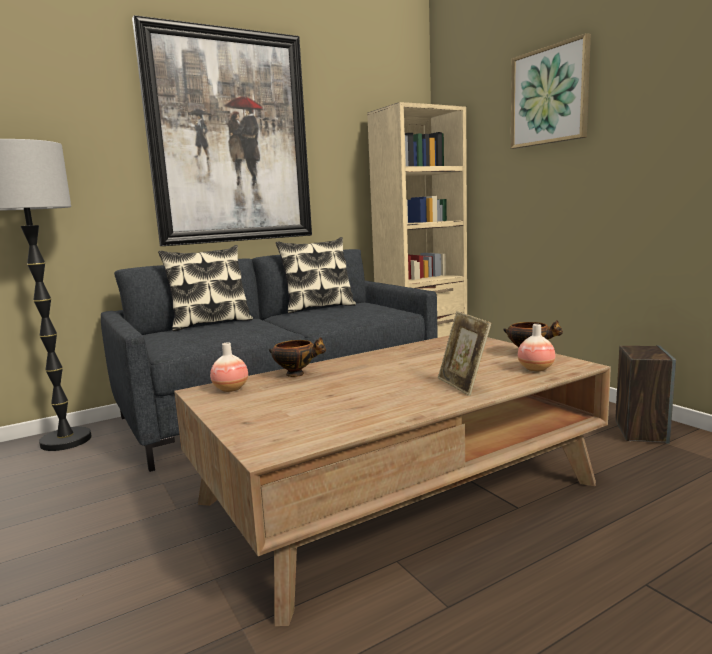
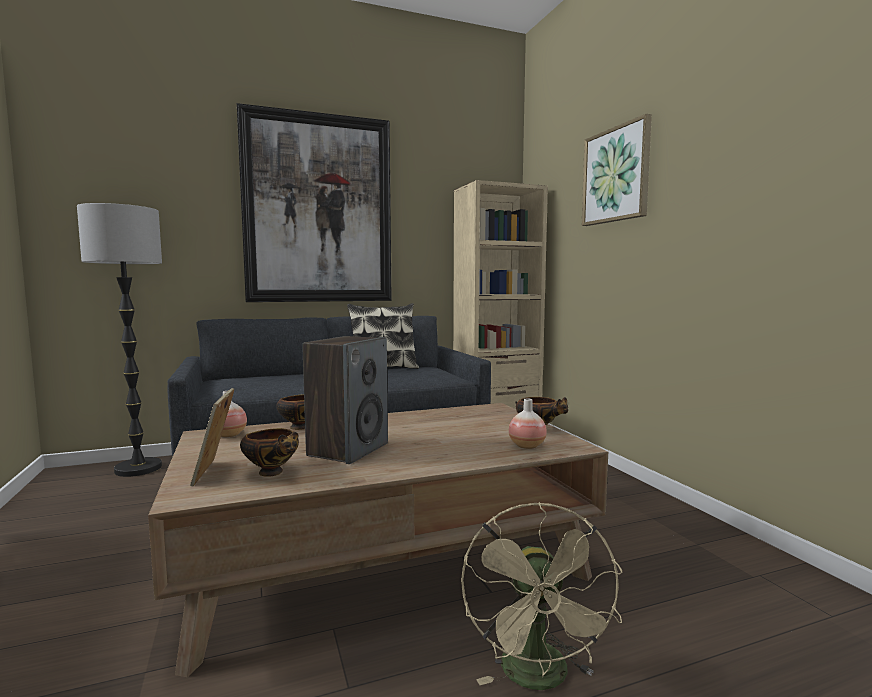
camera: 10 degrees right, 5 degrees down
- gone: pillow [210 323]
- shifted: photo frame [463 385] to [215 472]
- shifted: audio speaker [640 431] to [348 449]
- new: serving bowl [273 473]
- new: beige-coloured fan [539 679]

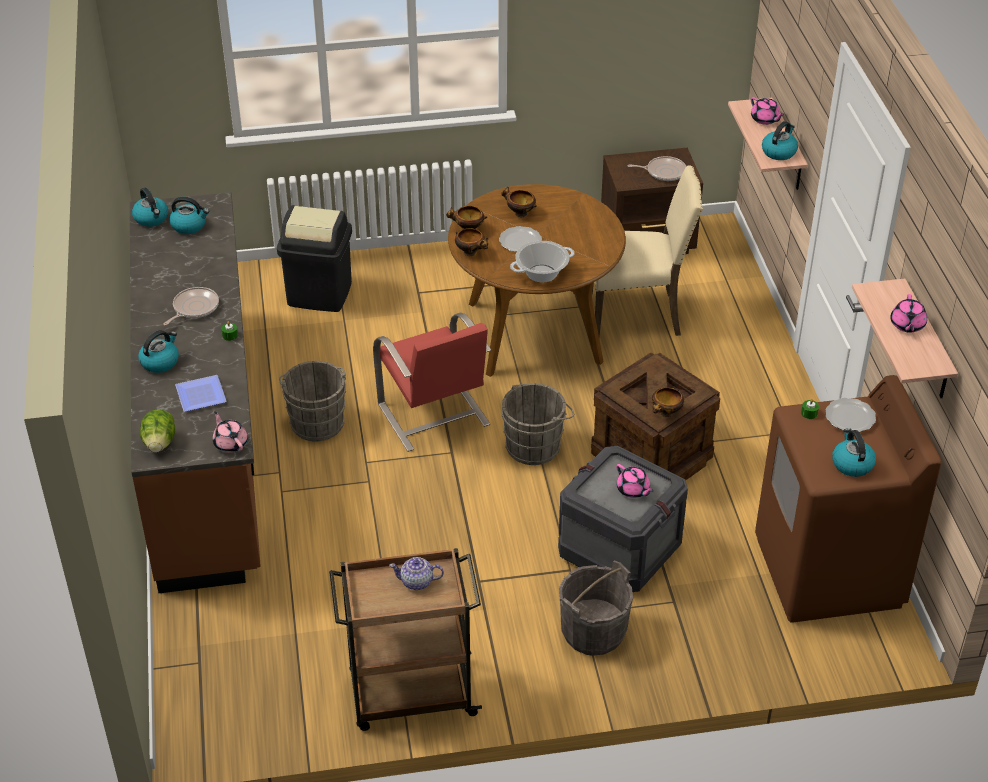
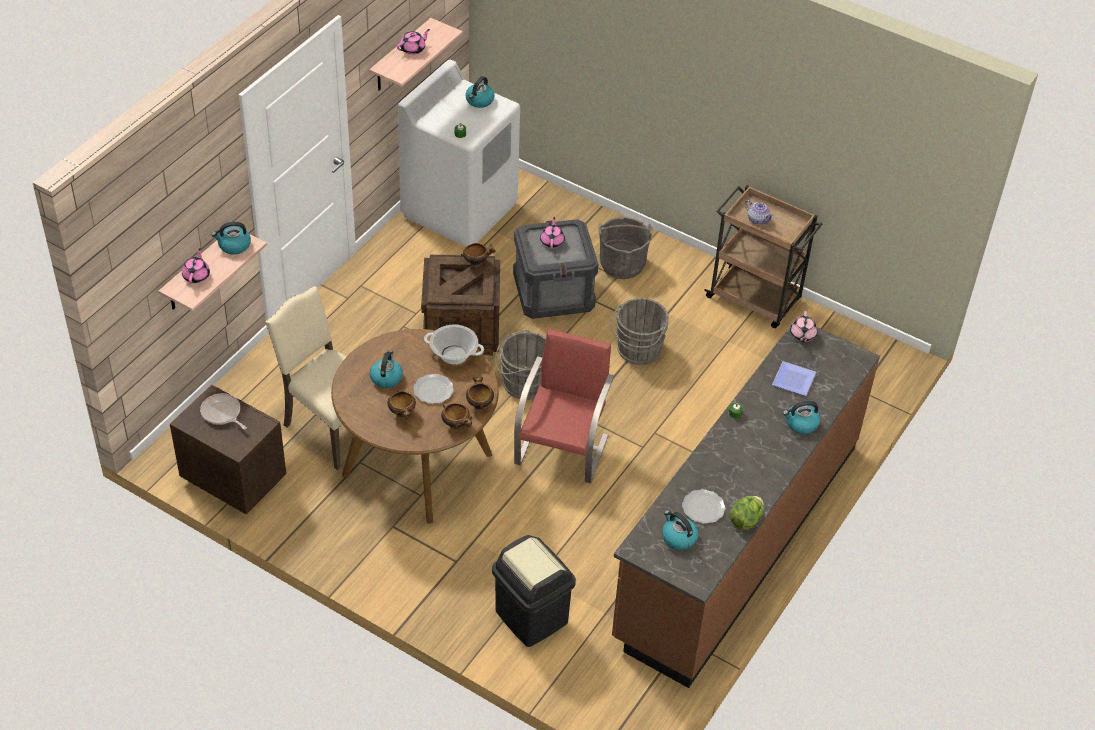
camera: 140 degrees left, 5 degrees up
- shifted: kettle [151 218] to [386 377]
- shifted: lettuce head [159 443] to [745 520]
- gone: frying pan [194 308]
- shifted: gray pail [317 421] to [637 351]
- repainted: brown-coloured laundry appliance [828 572] to whitish laundry appliance [460 209]
- shifted: dinner plate [851 417] to [703 507]

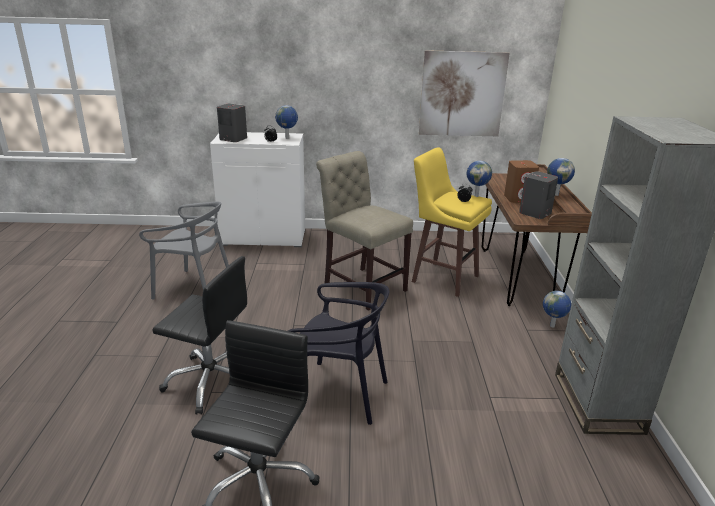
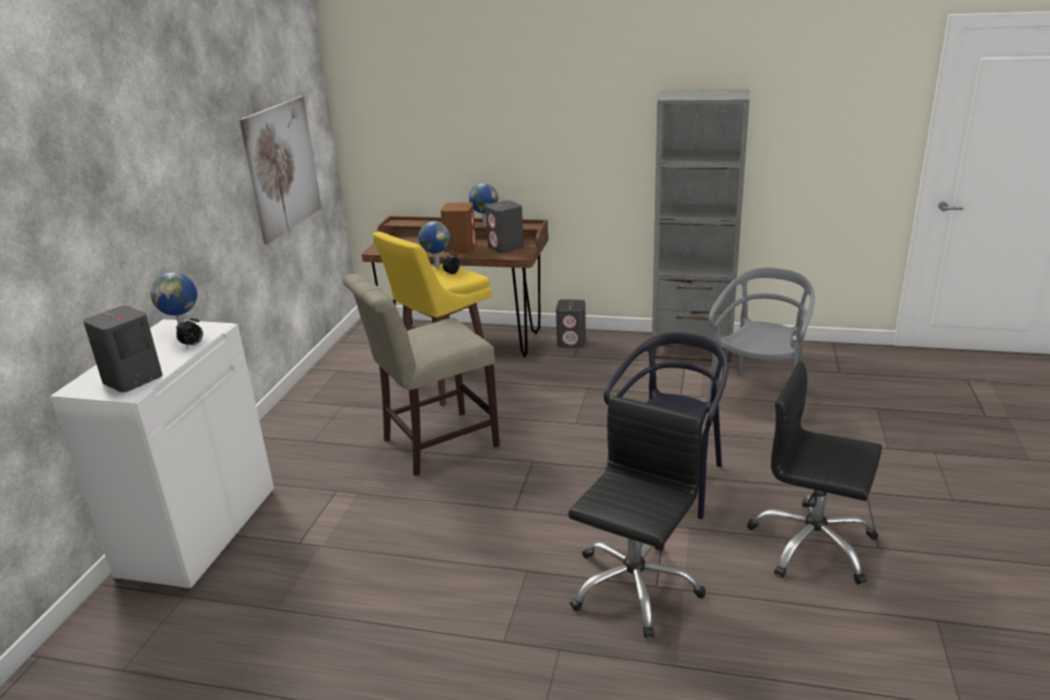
camera: 75 degrees left, 0 degrees up
- shifted: gray plain chair [194 288] to [758 396]
- swapped: world globe [552 326] to gray audio speaker [572 342]

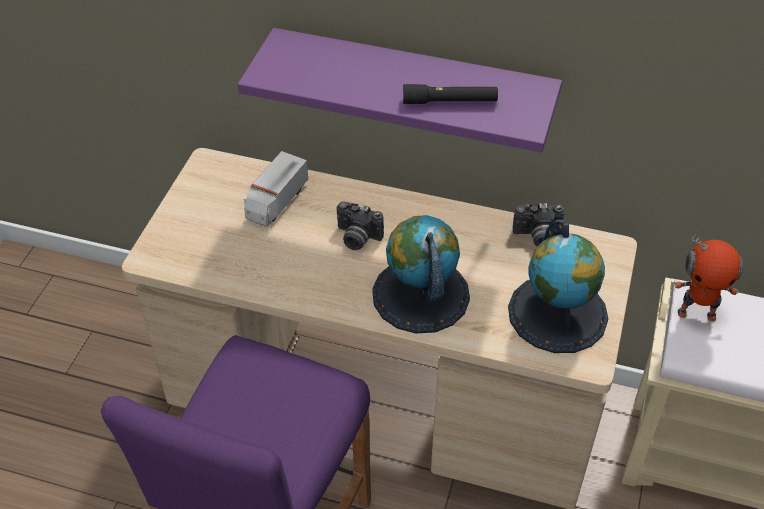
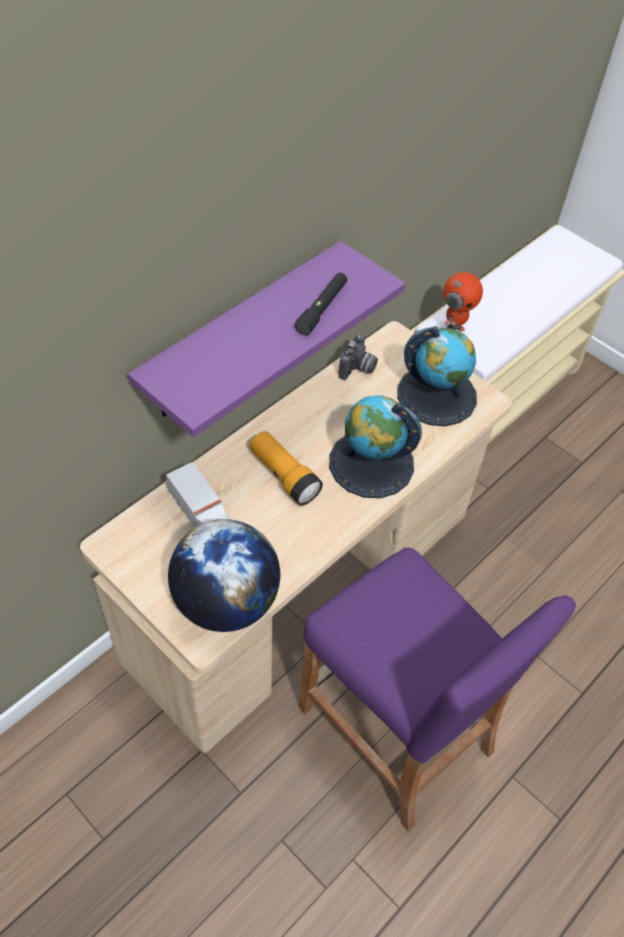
camera: 65 degrees left, 5 degrees up
- swapped: photo camera [356 238] to hand torch [284 476]
- new: world globe [226 602]

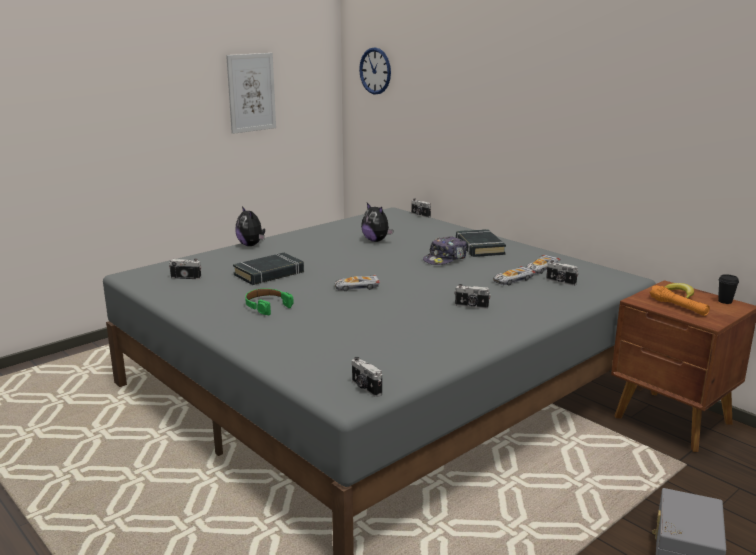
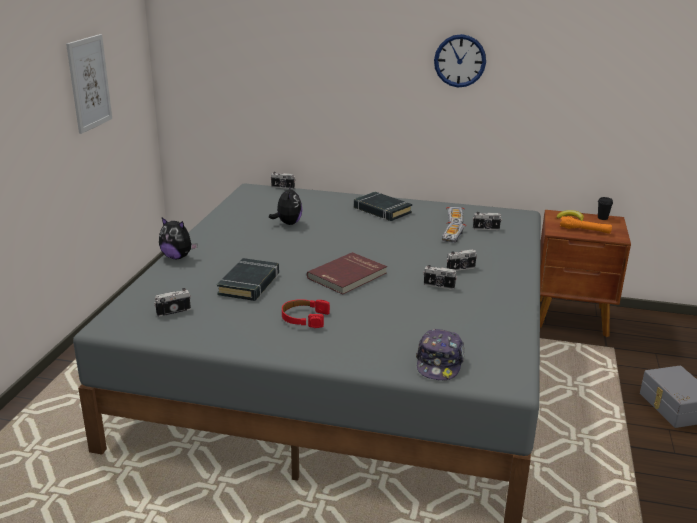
camera: 35 degrees left, 5 degrees up
- repainted: green pair of headphones [267 306] to red pair of headphones [304 318]
- swapped: model car [356 287] to red bound book [348 276]
- shifted: photo camera [365 388] to [439 286]
- shifted: clock on the wall [375 71] to [460 61]
- rotated: cuddly toy [376 240] = [288 223] 105 degrees counterclockwise
- shifted: cap [445 259] to [439 363]

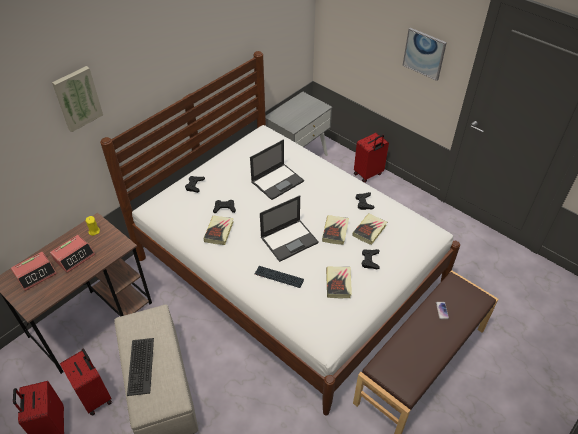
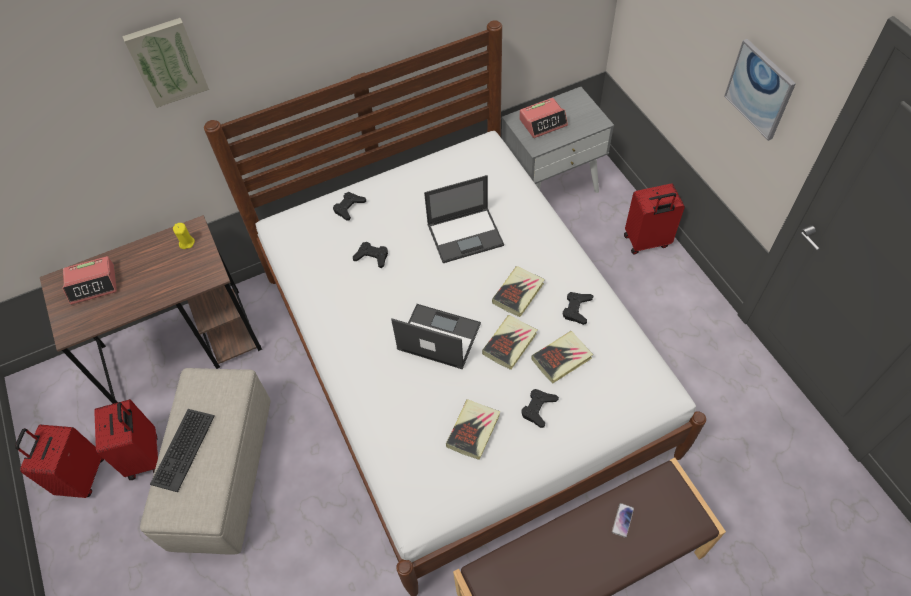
camera: 25 degrees right, 10 degrees up
- shifted: alarm clock [74 256] to [543 122]
- shifted: bound book [219 231] to [518 293]
- gone: computer keyboard [279 277]
- rotated: laptop [289 240] = [438 336] 150 degrees counterclockwise

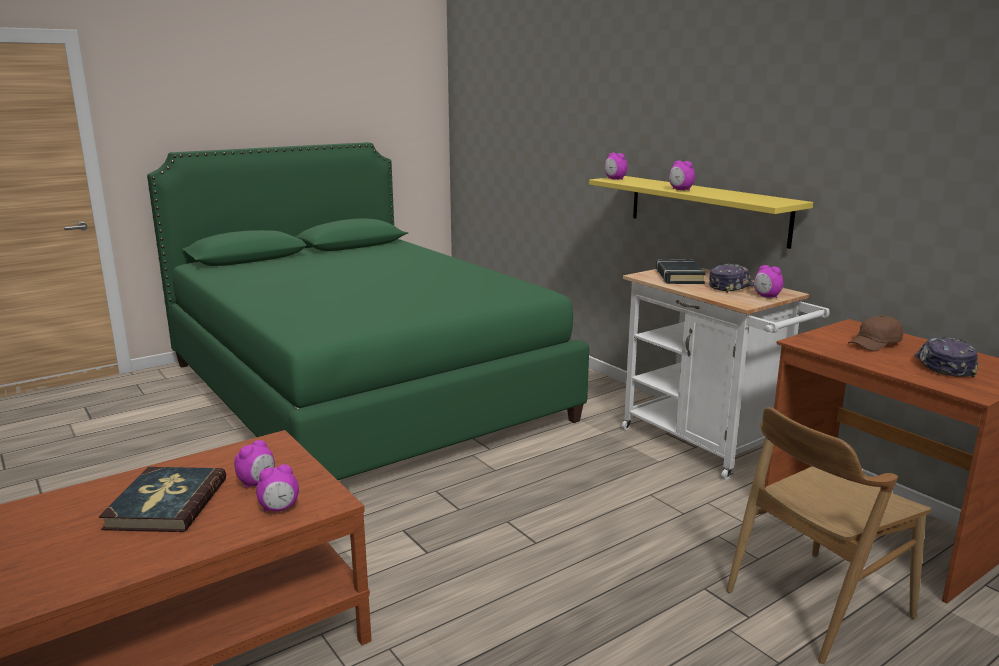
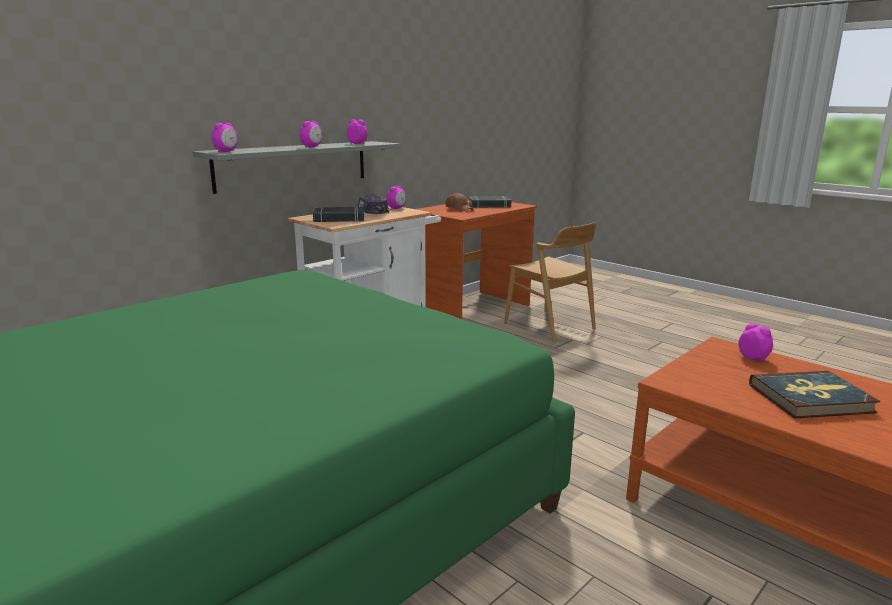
camera: 100 degrees left, 0 degrees up
- shifted: alarm clock [257 483] to [357 143]
- repainted: yellowish bracket shelf [706 209] to gray bracket shelf [293 165]
- swapped: cap [943 366] to blackish bound book [489 205]

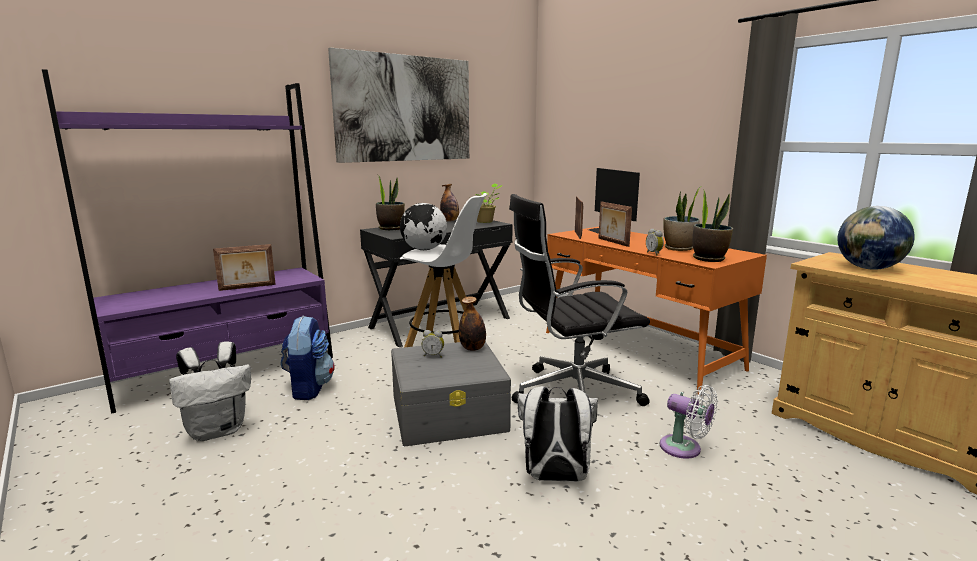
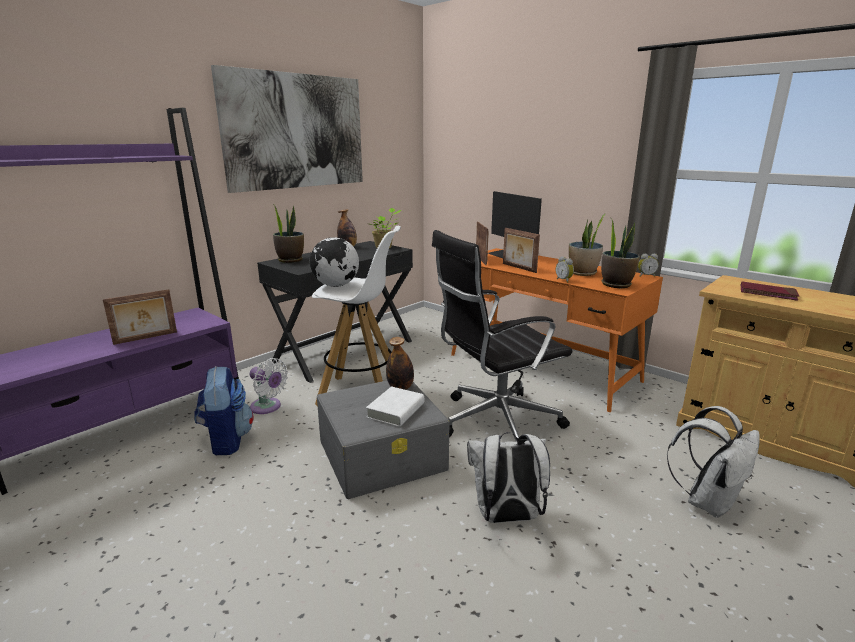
camera: 10 degrees left, 5 degrees up
- shifted: whitish rucksack [218 430] to [708 501]
- shifted: alarm clock [433 355] to [646 276]
- shifted: whitish fan [684 449] to [268 407]
- swapped: world globe [869 268] to red bound book [767 293]
- new: whitish bound book [396 411]

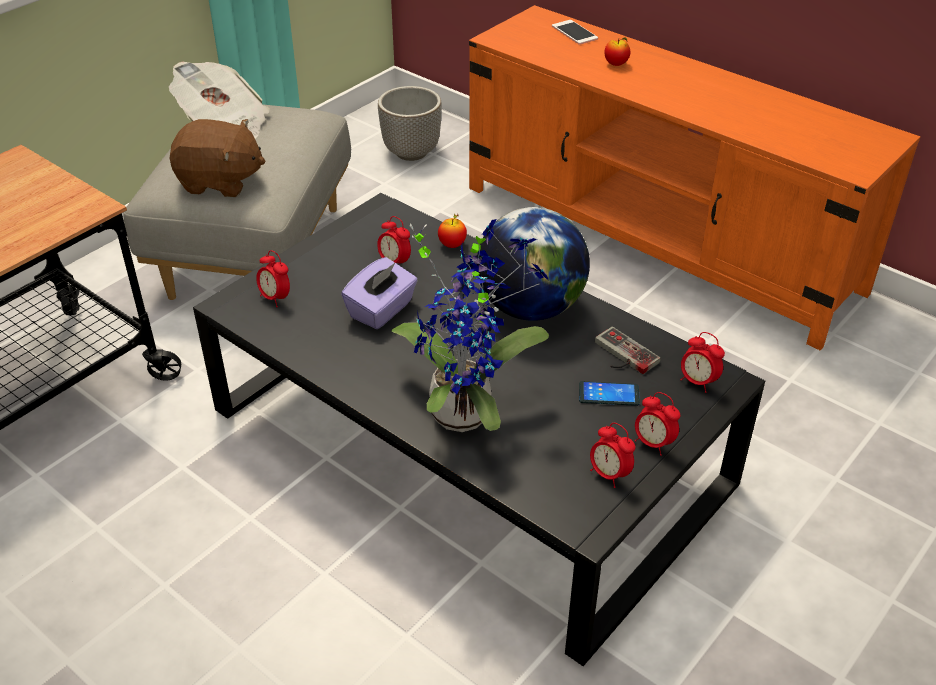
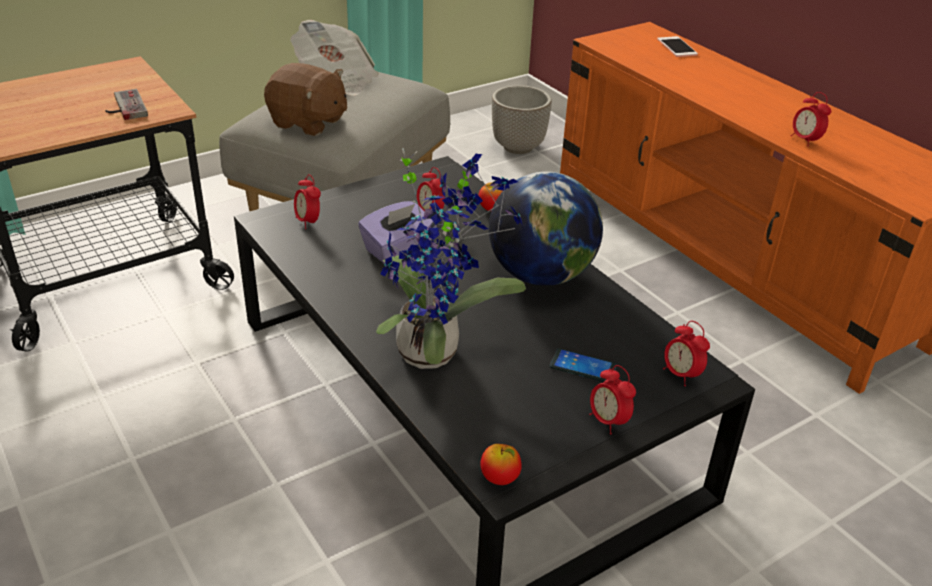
camera: 15 degrees right, 5 degrees down
- shifted: alarm clock [609 474] to [805 140]
- shifted: joypad [621 355] to [124 107]
- shifted: apple [616 64] to [500 479]

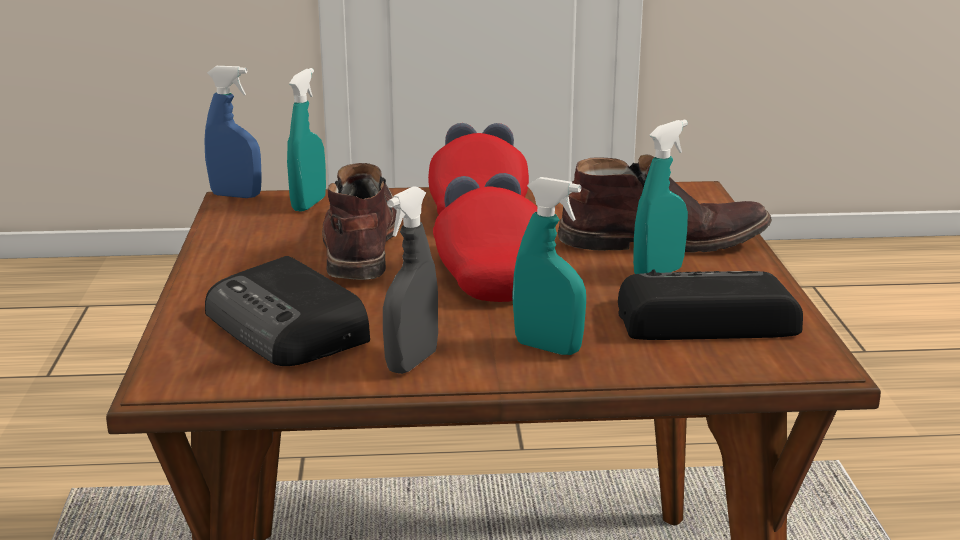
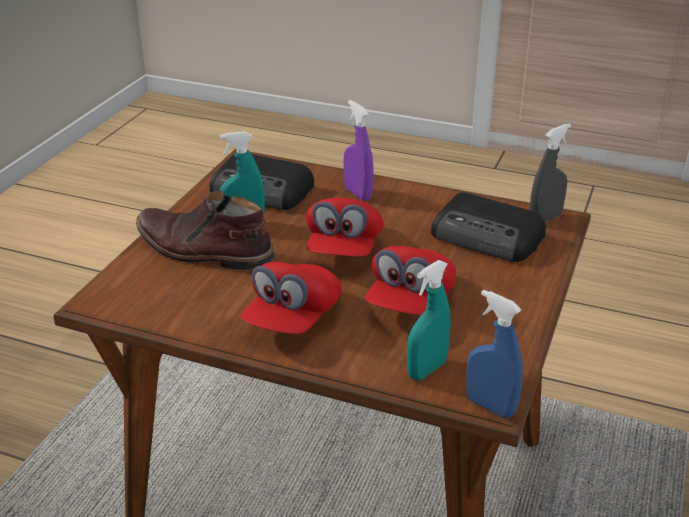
camera: 155 degrees left, 10 degrees up
- rotated: radio [288 328] = [488 237] 135 degrees clockwise
- swapped: brown-coloured boot [359 244] to red cap [410 302]
- shifted: gray hand sprayer [412 362] to [545 219]
- repainted: turquoise-coloured hand sprayer [547 348] to purplish hand sprayer [358 194]

